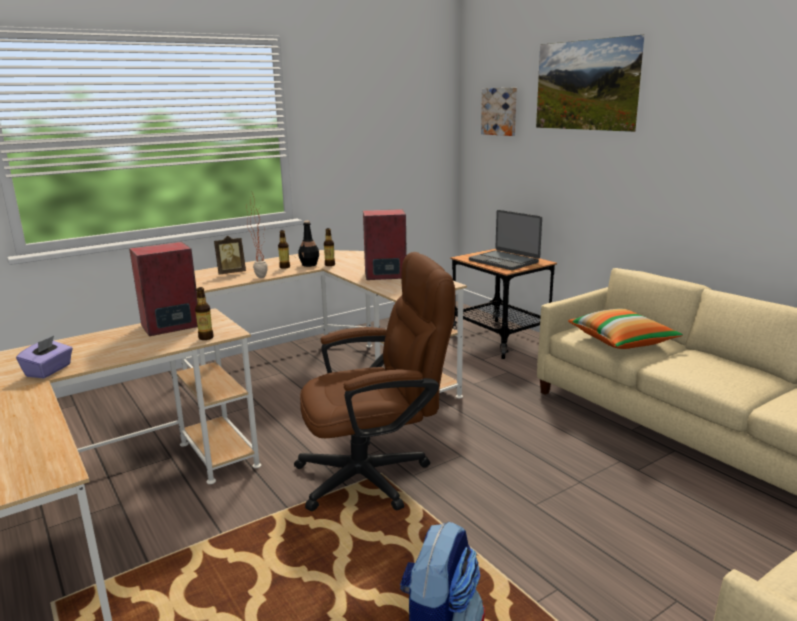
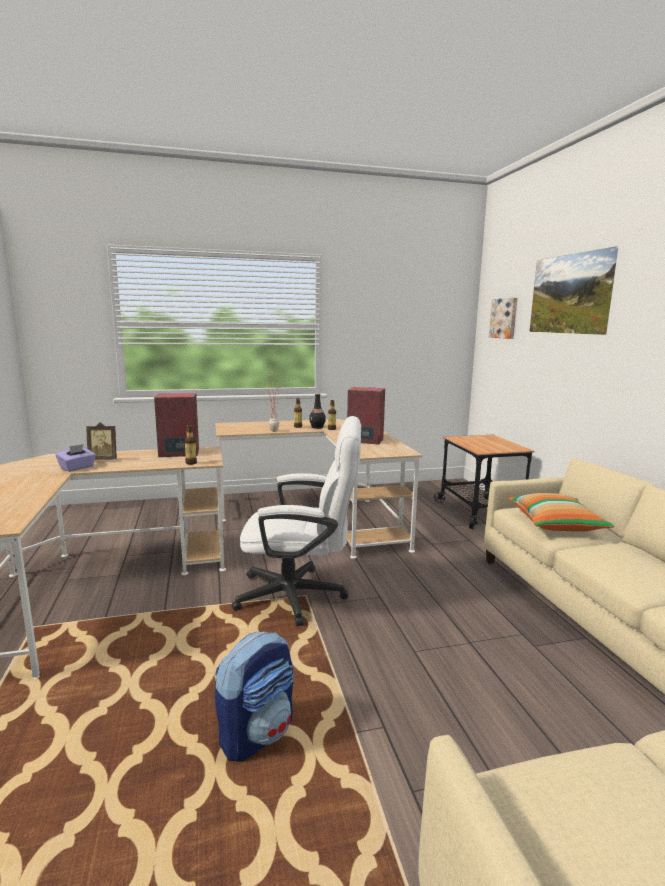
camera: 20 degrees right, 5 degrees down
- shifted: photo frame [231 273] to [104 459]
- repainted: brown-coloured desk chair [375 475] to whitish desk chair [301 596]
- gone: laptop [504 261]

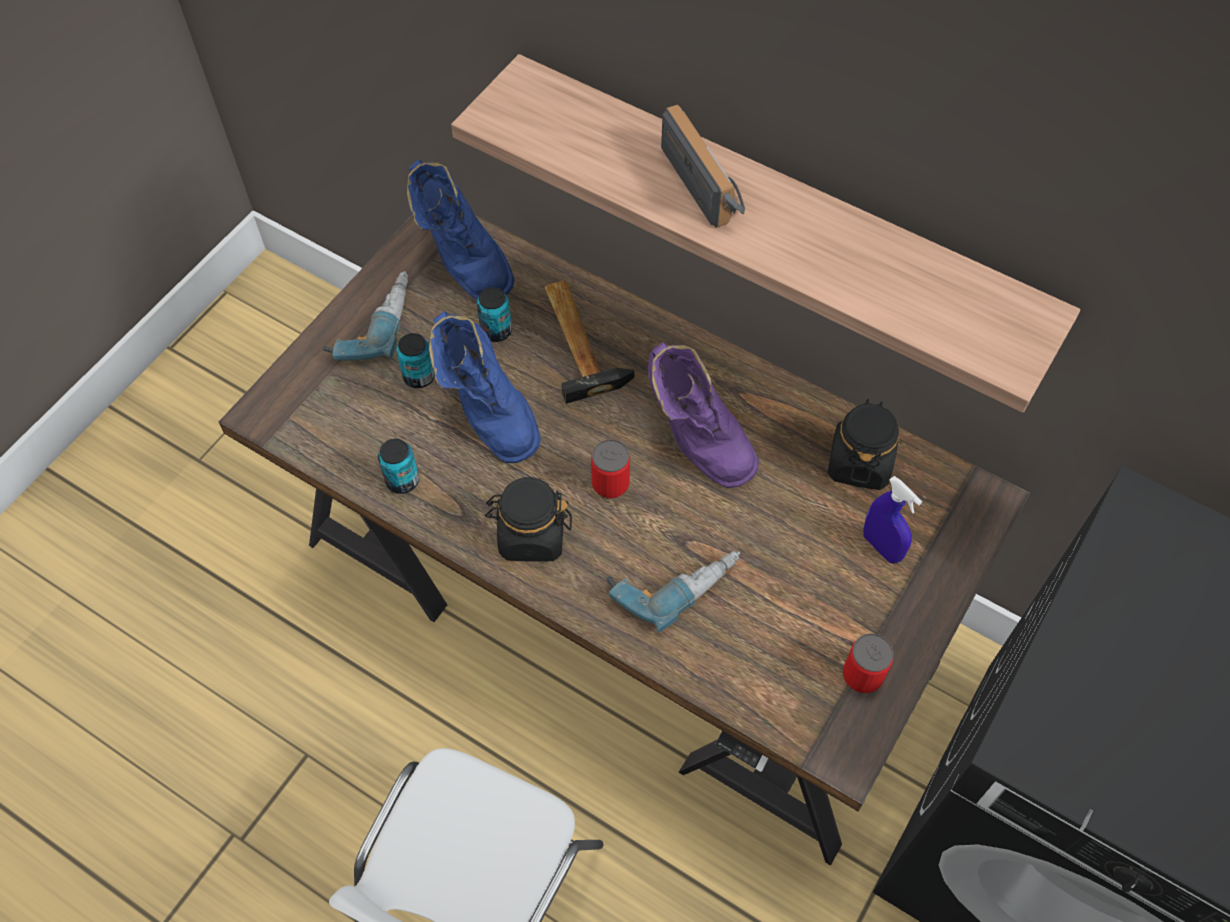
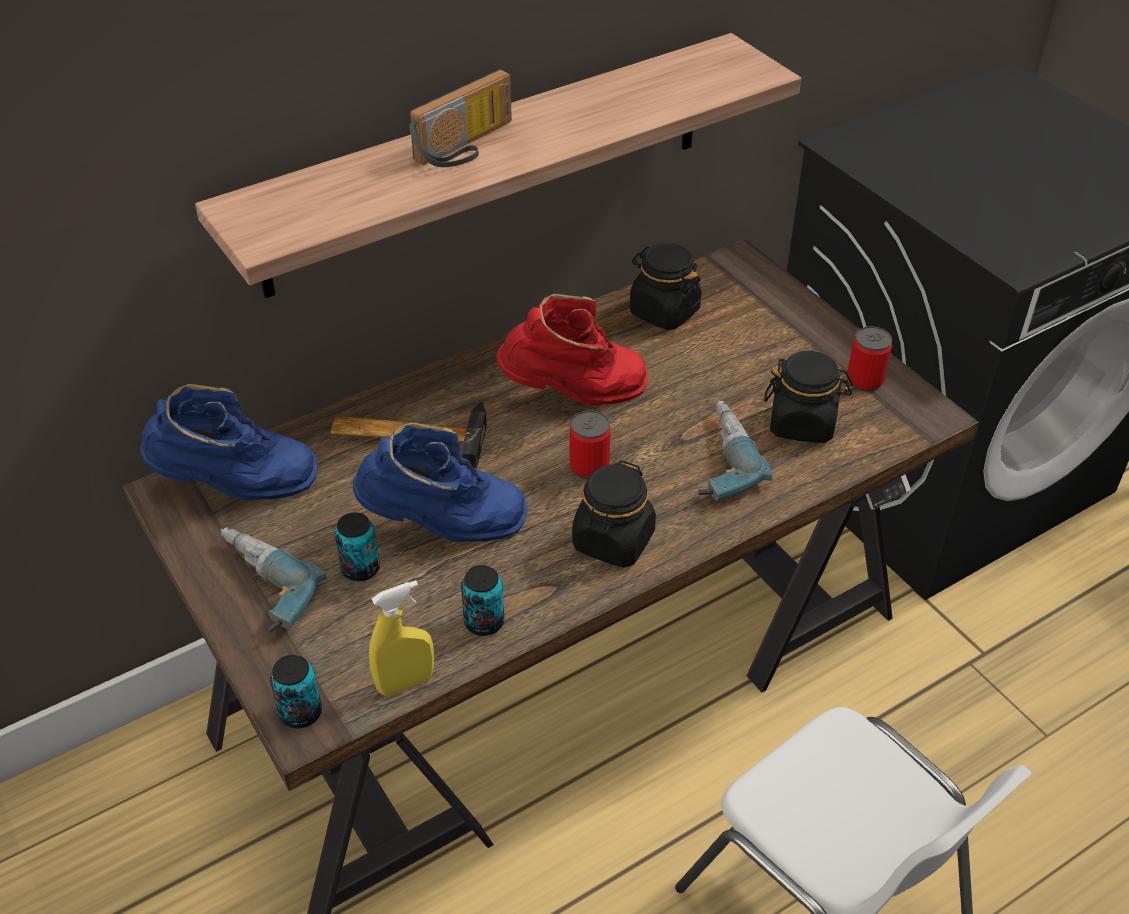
camera: 65 degrees left, 15 degrees down
- shifted: sealed can [496 331] to [301 713]
- repainted: purplish boot [695 437] to red boot [575 396]
- rotated: radio [707 184] = [468 146] 135 degrees clockwise
- gone: blue-coloured hand sprayer [881 547]
- new: yellowish hand sprayer [405 683]
- new: blackish storage jar [802 423]

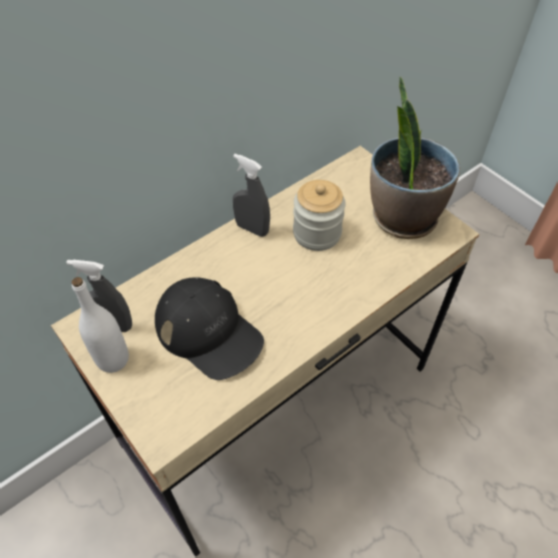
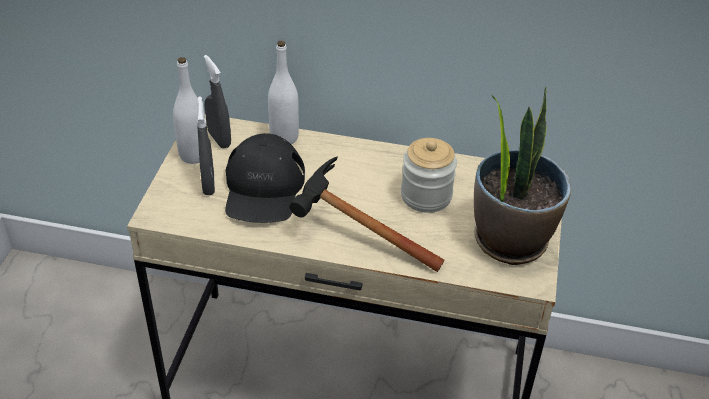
camera: 50 degrees right, 10 degrees down
- shifted: gray hand sprayer [252 229] to [208 184]
- new: whitish drink bottle [284 138]
- new: hammer [351 235]

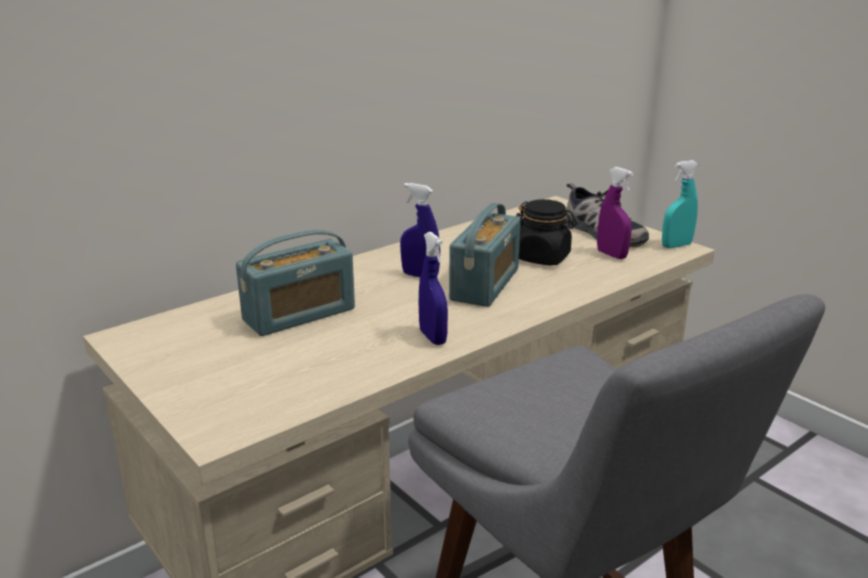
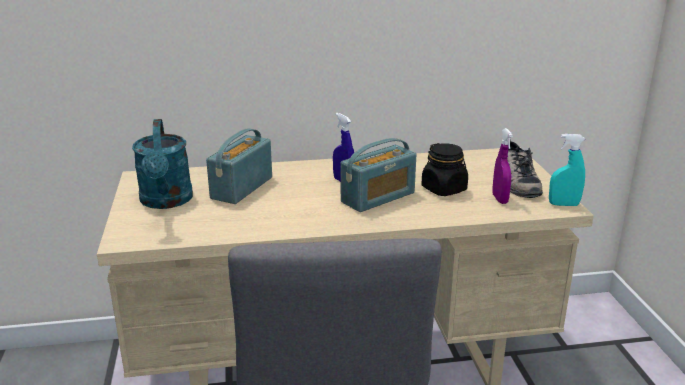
camera: 30 degrees right, 0 degrees up
- rotated: radio [299 315] = [241 188] 120 degrees clockwise
- gone: blue-coloured hand sprayer [432 337]
- new: turquoise-coloured watering pot [166 201]

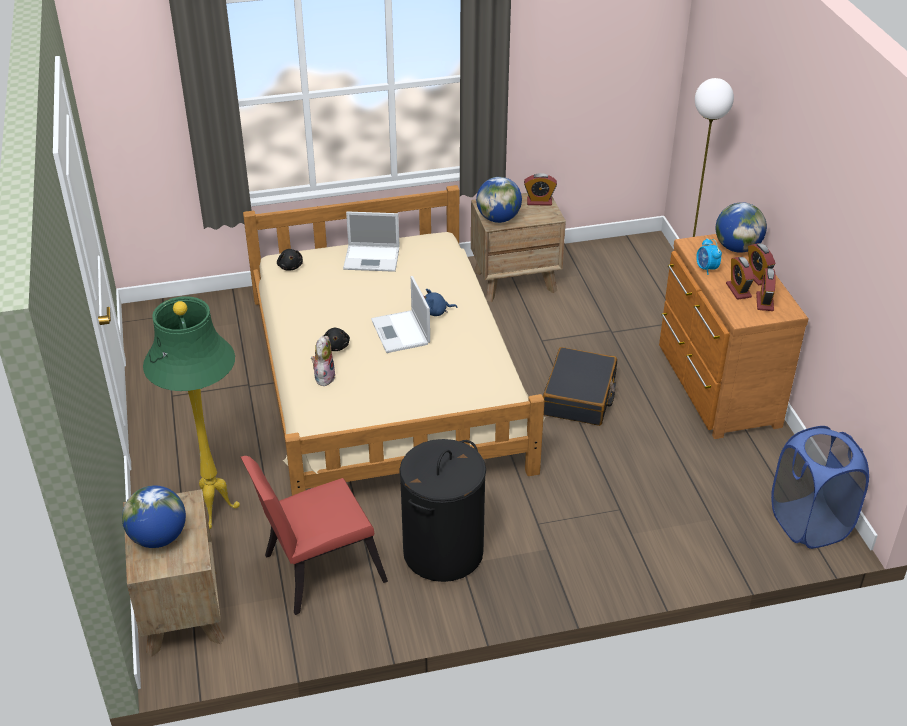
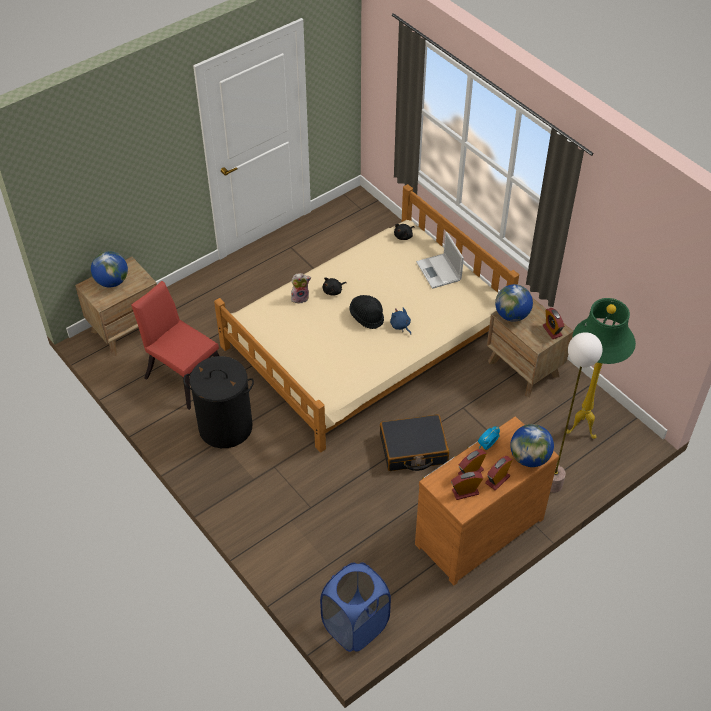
camera: 65 degrees right, 10 degrees up
- shifted: green standing lamp [216 514] to [580 430]
- swapped: laptop [401 333] to blackish hat [367 317]

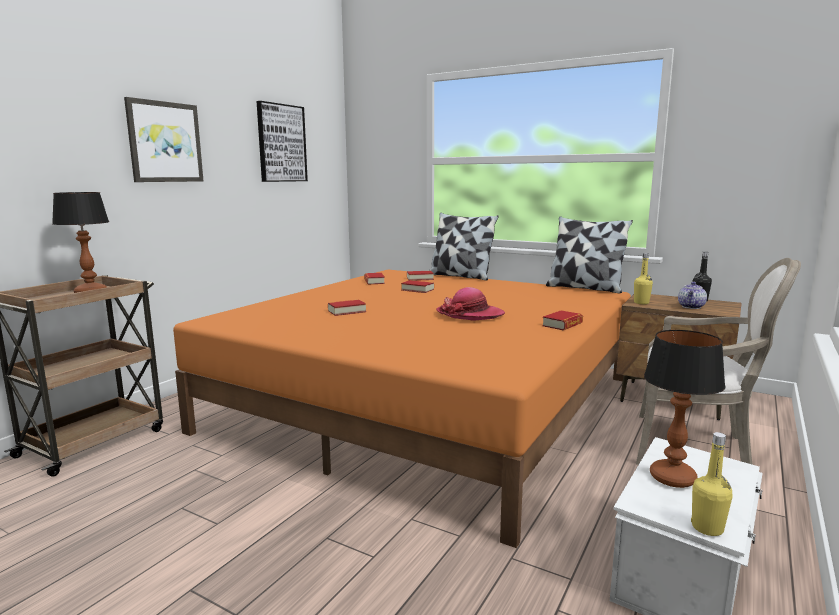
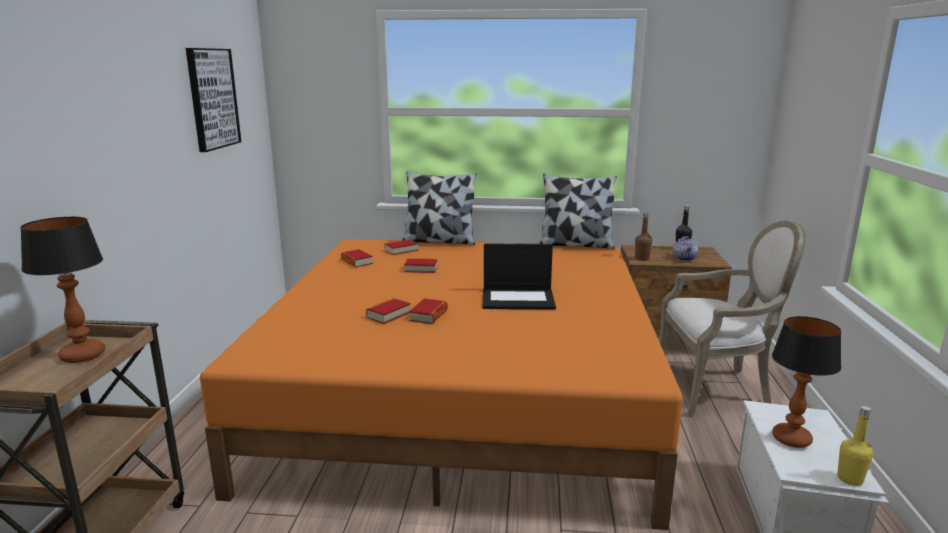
camera: 25 degrees left, 5 degrees up
- gone: wall art [164 142]
- swapped: hat [470 314] to laptop [518 299]
- shifted: bound book [562 324] to [429 315]
- repainted: yellowish drink bottle [641 303] to brown-coloured drink bottle [642 259]

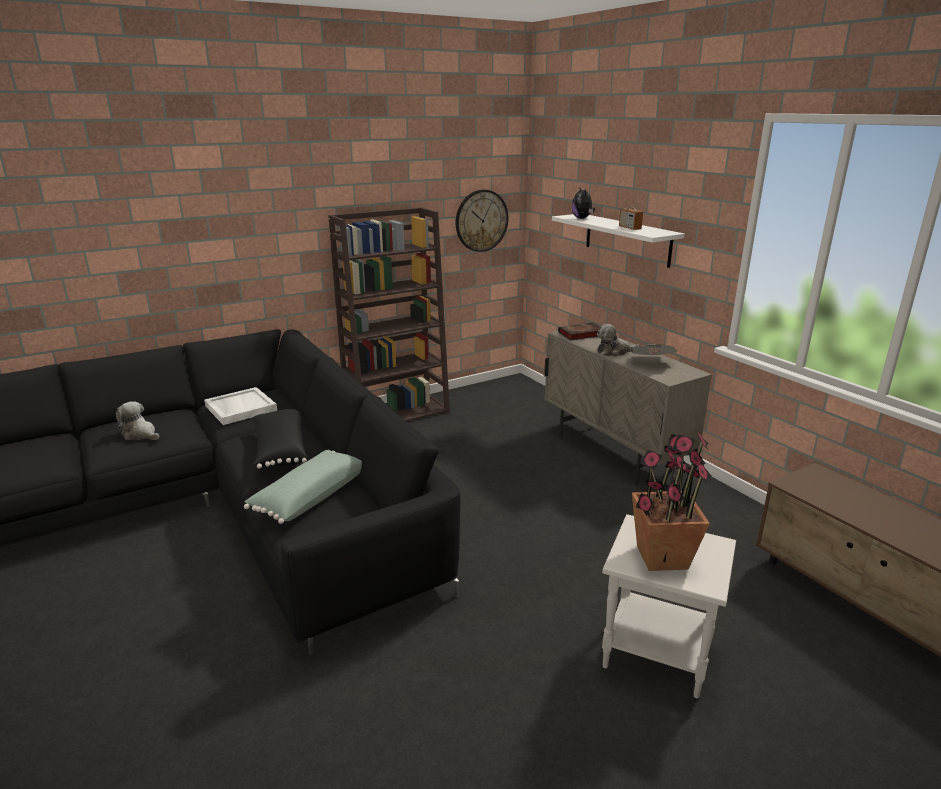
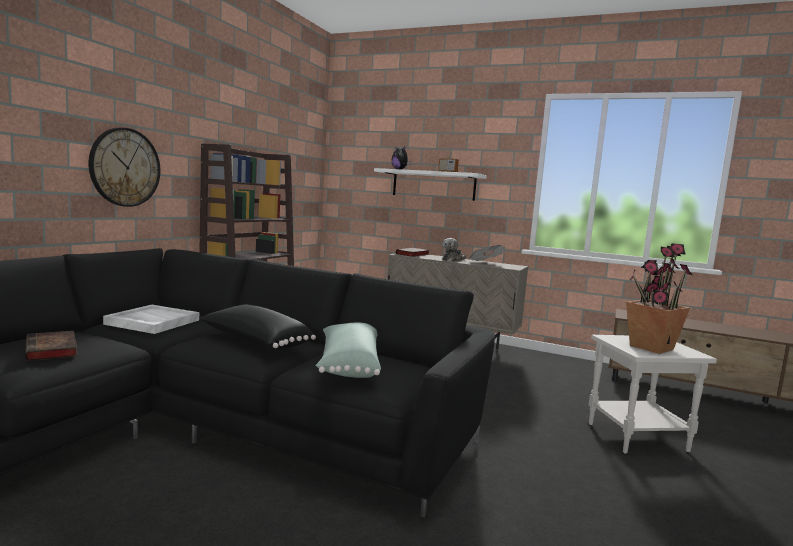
camera: 35 degrees left, 15 degrees down
- swapped: cuddly toy [140 434] to bound book [52 350]
- shifted: clock on the wall [481 220] to [125 167]

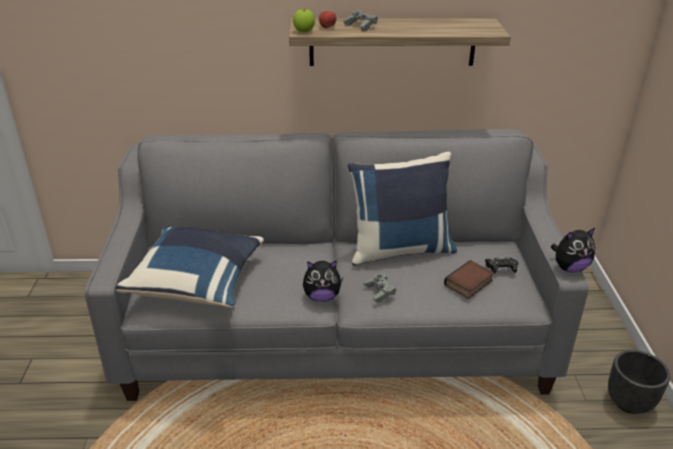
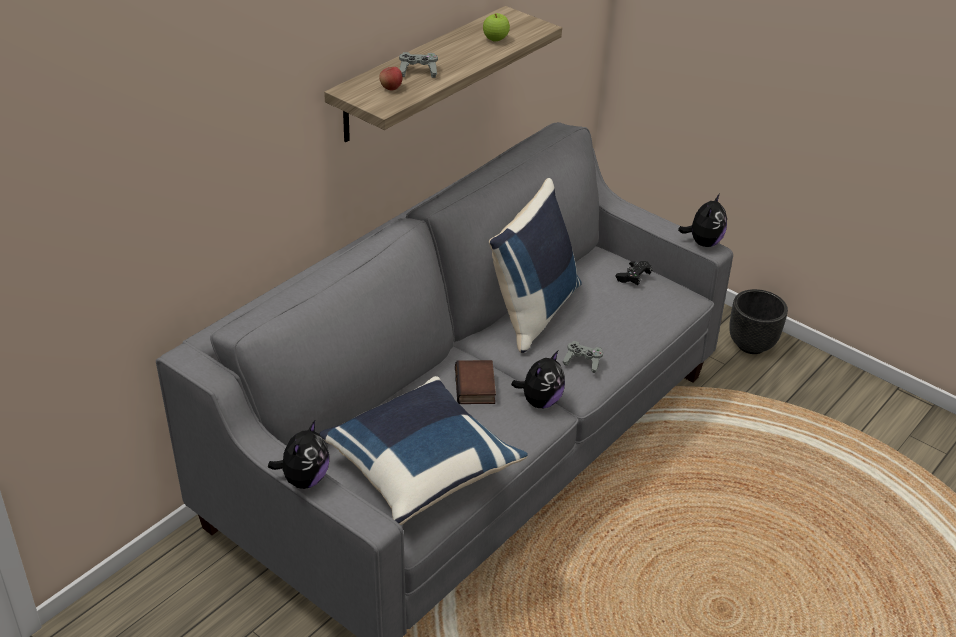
camera: 50 degrees left, 5 degrees up
- shifted: apple [304 31] to [495 39]
- shifted: bound book [469 284] to [476 387]
- new: cuddly toy [304 479]

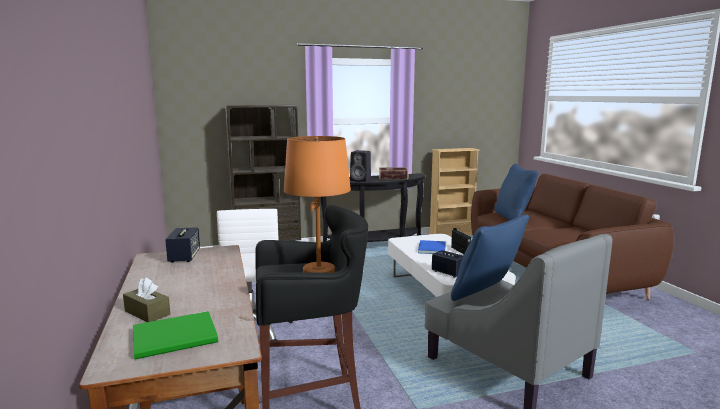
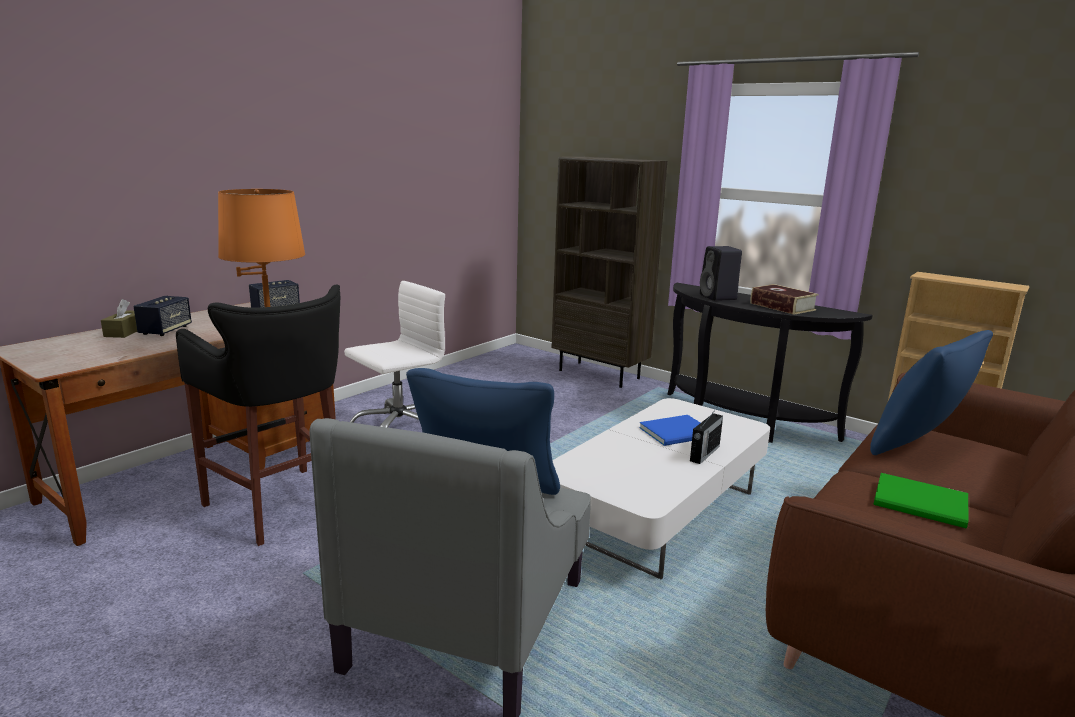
camera: 55 degrees right, 5 degrees up
- shifted: green bound book [177 337] to [923 504]
- shifted: audio speaker [448 273] to [165 330]

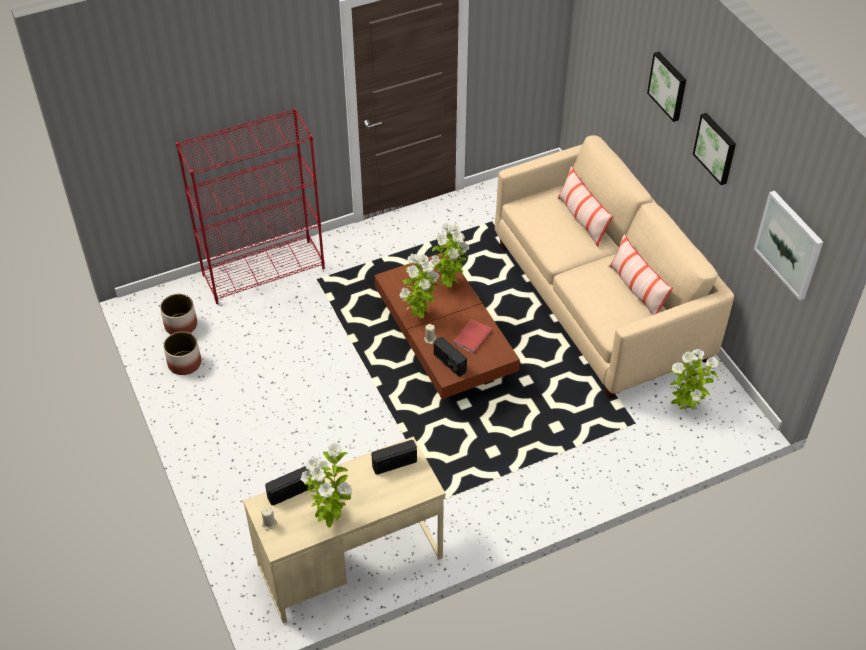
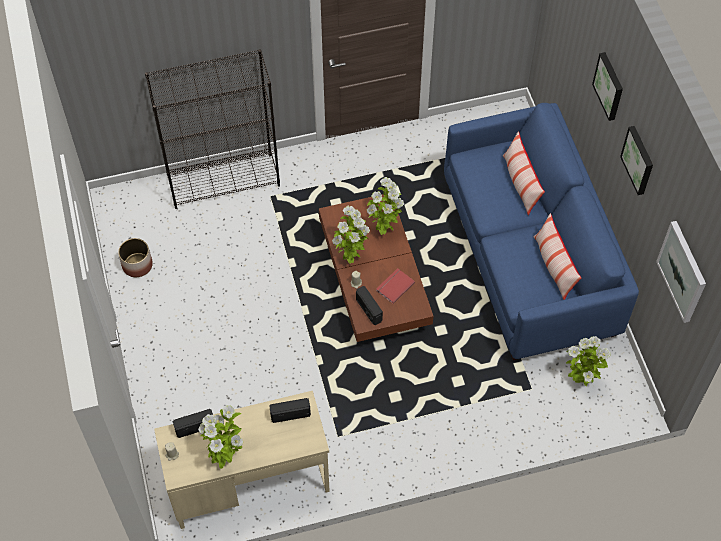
camera: 10 degrees right, 10 degrees up
- gone: flower pot [180 325]
- repainted: red bookshelf [264 271] to blackish bookshelf [224 180]
- repainted: beige-coloured settee [600 301] to blue-coloured settee [529 258]

